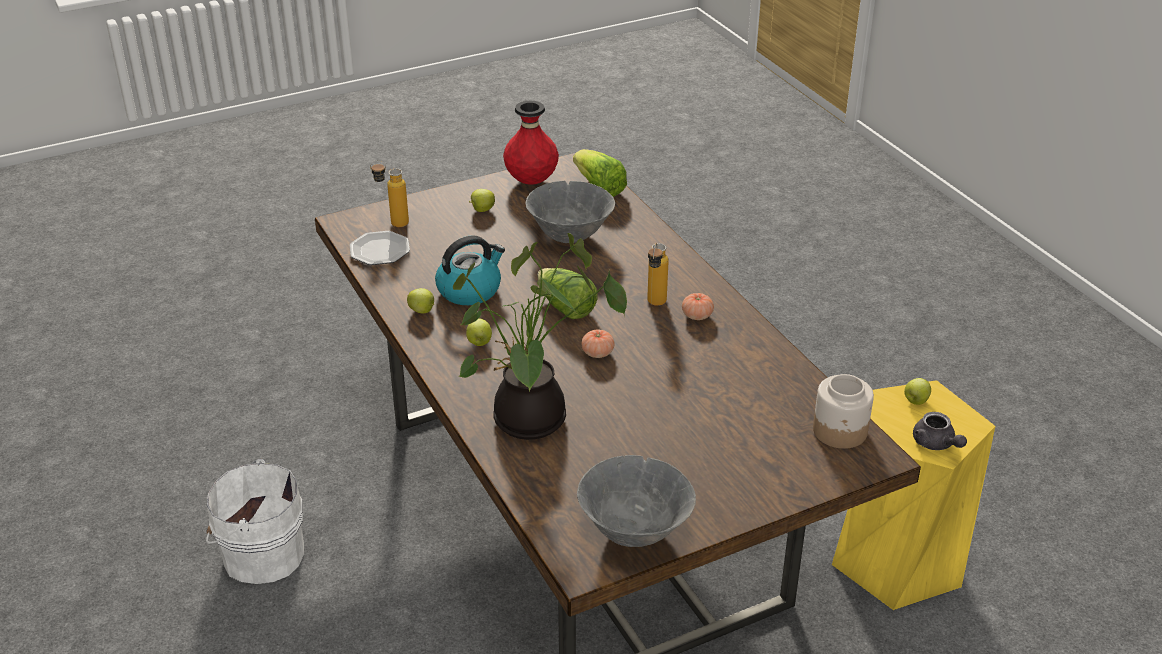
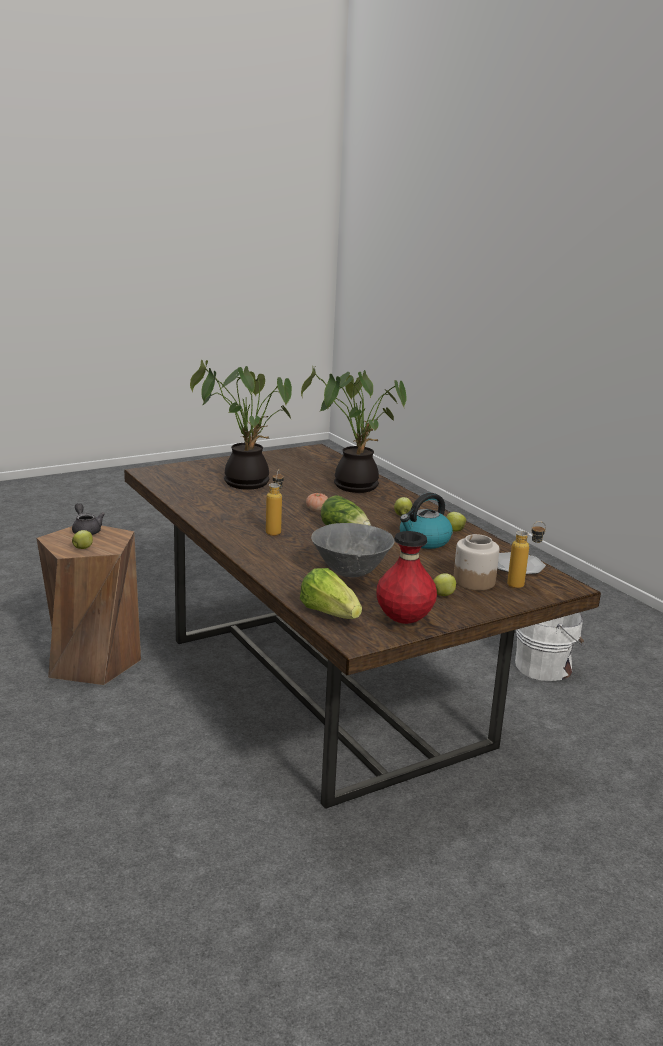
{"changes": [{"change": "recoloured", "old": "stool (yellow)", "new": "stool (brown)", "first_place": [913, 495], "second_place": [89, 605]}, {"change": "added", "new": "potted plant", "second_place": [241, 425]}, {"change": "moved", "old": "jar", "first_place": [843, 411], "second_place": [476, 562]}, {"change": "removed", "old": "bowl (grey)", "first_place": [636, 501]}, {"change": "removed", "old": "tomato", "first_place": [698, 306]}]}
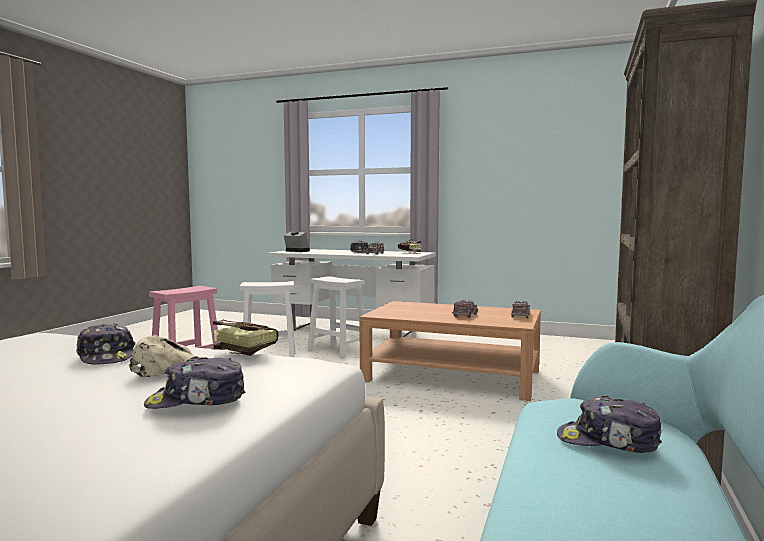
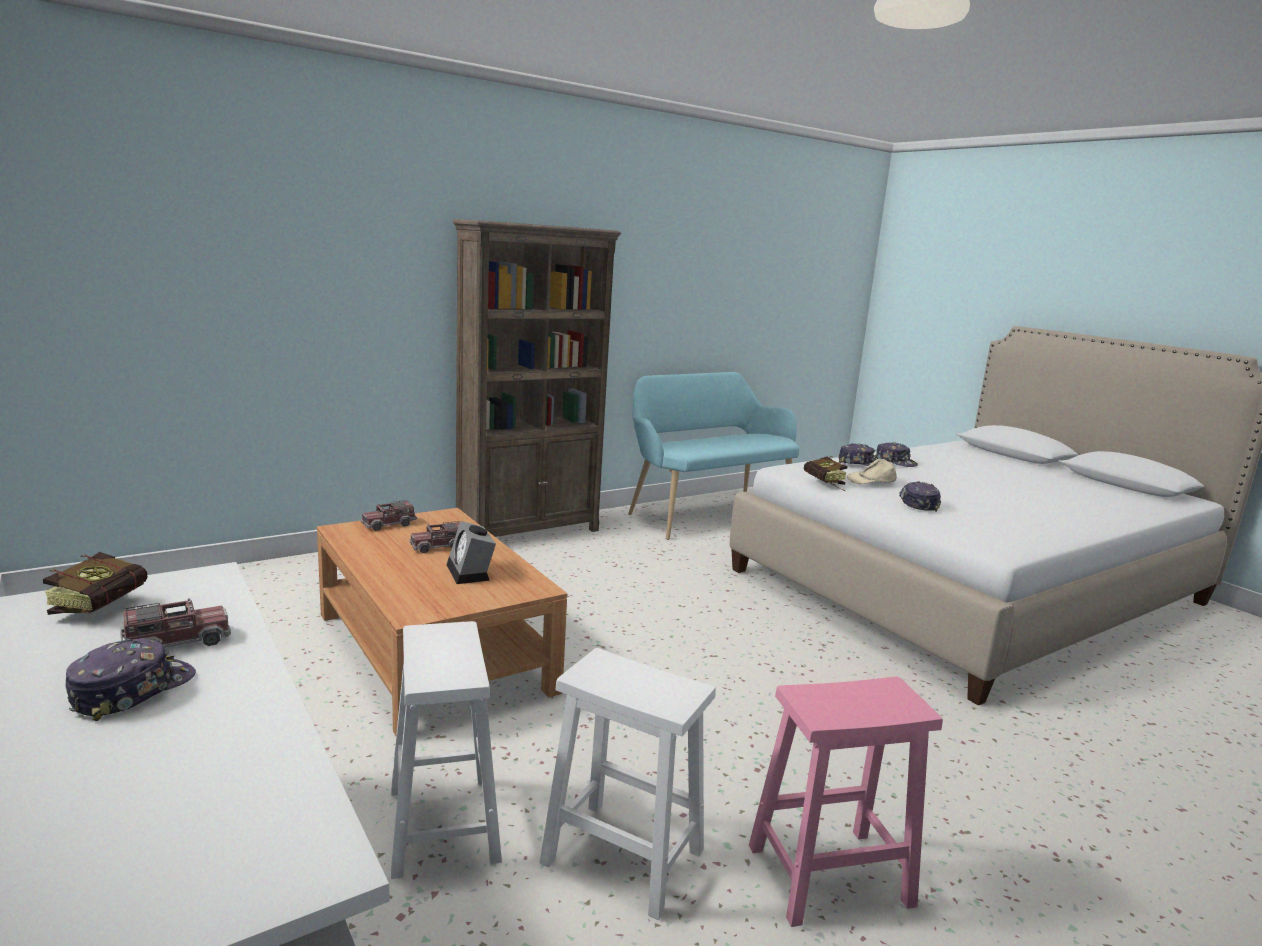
{"changes": [{"change": "moved", "old": "alarm clock", "first_place": [297, 241], "second_place": [471, 552]}, {"change": "moved", "old": "cap", "first_place": [609, 424], "second_place": [896, 454]}]}
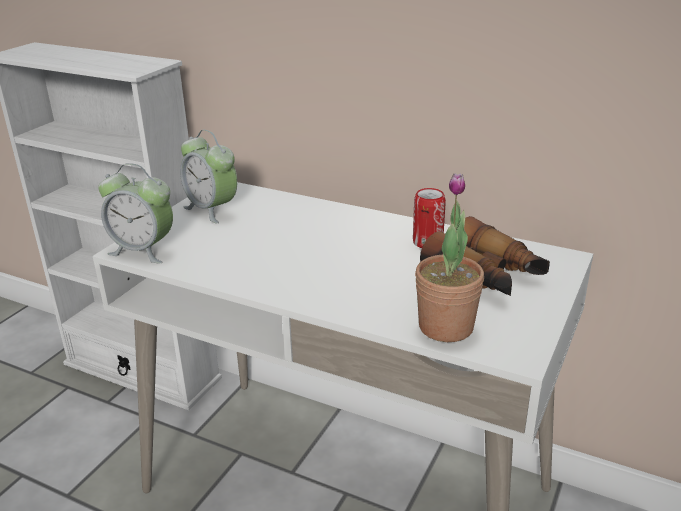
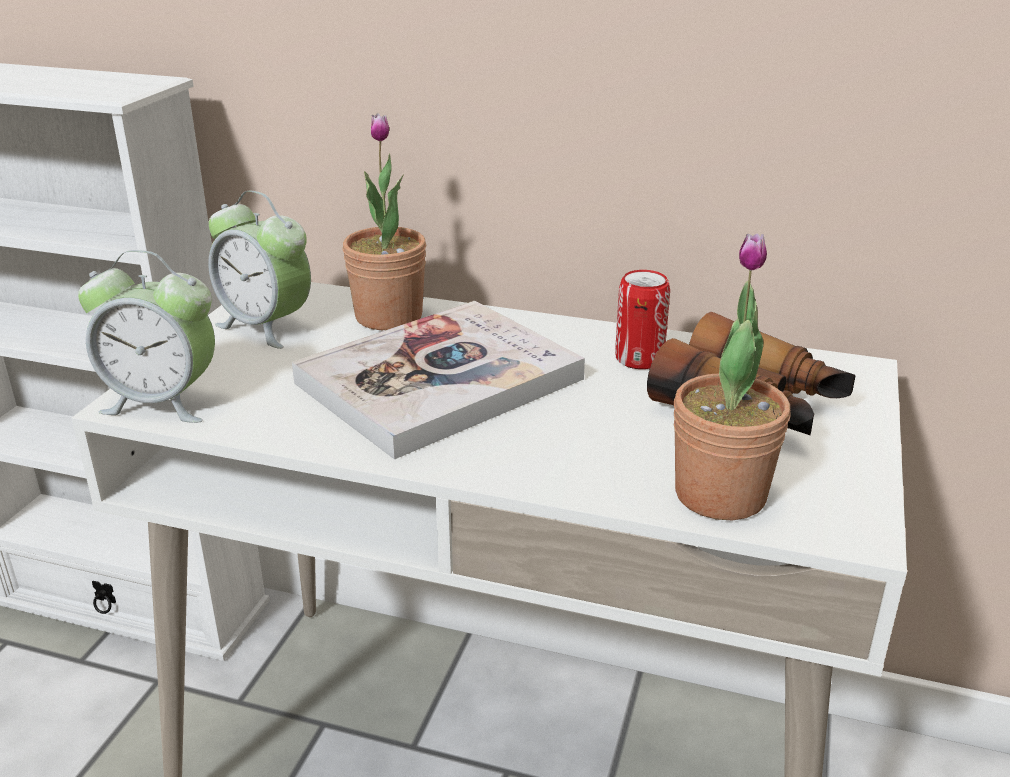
{"changes": [{"change": "added", "new": "book", "second_place": [438, 380]}, {"change": "added", "new": "potted plant", "second_place": [384, 221]}]}
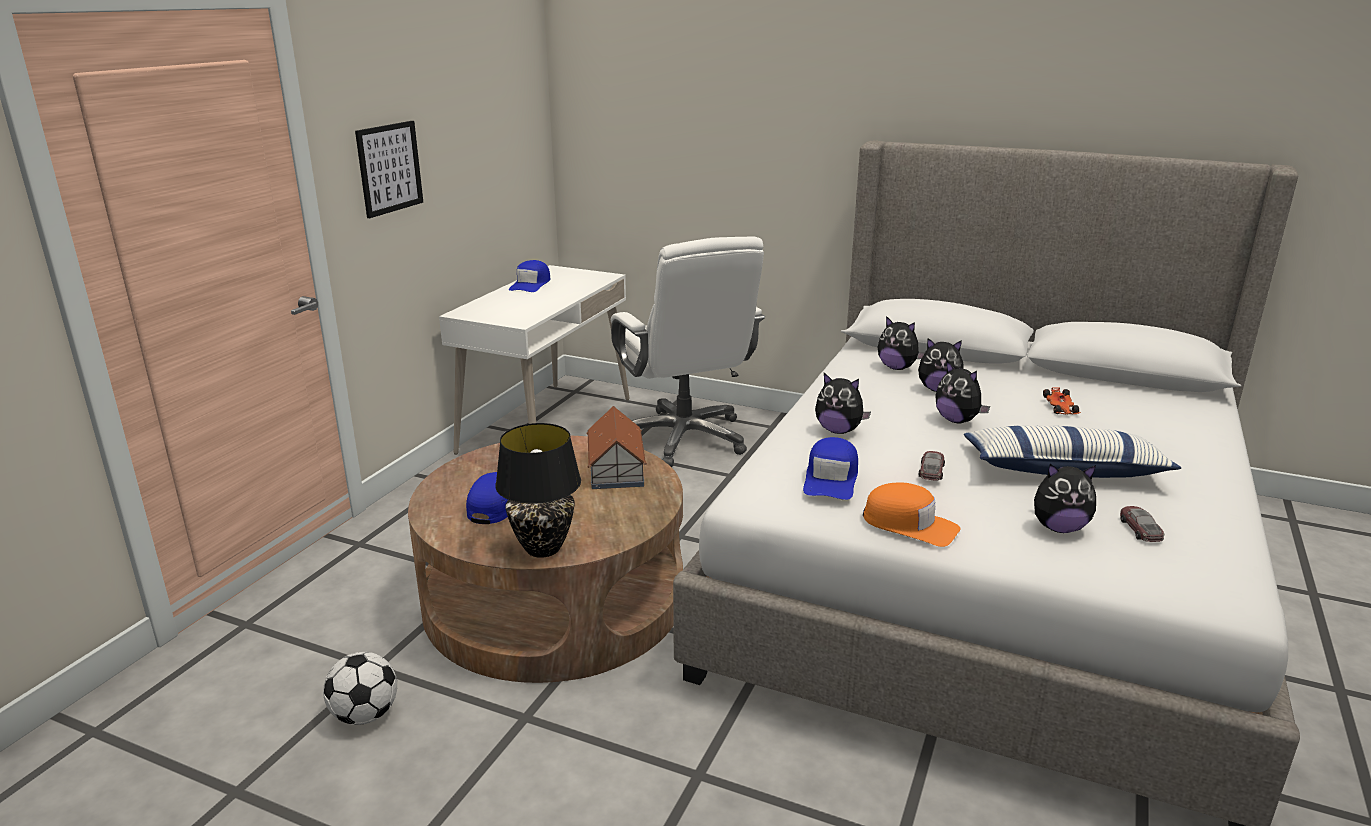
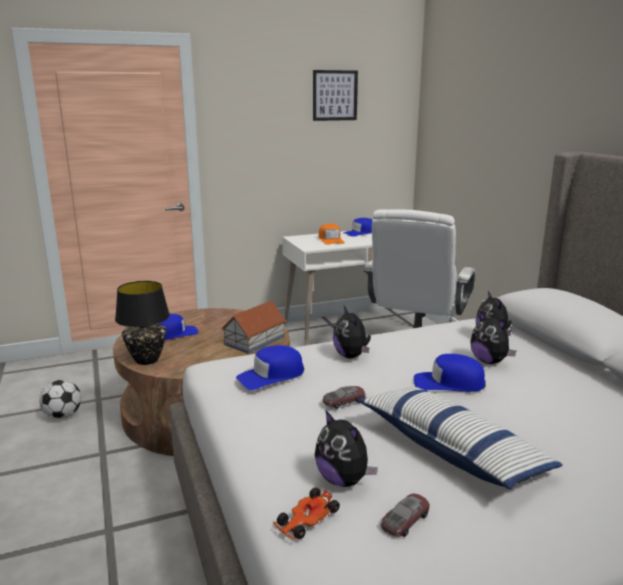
{"changes": [{"change": "moved", "old": "toy car", "first_place": [1062, 400], "second_place": [306, 514]}, {"change": "moved", "old": "picture", "first_place": [389, 169], "second_place": [335, 95]}, {"change": "moved", "old": "cap (orange)", "first_place": [911, 514], "second_place": [331, 234]}, {"change": "replaced", "old": "plush toy", "new": "cap (blue)", "first_place": [963, 392], "second_place": [450, 373]}]}
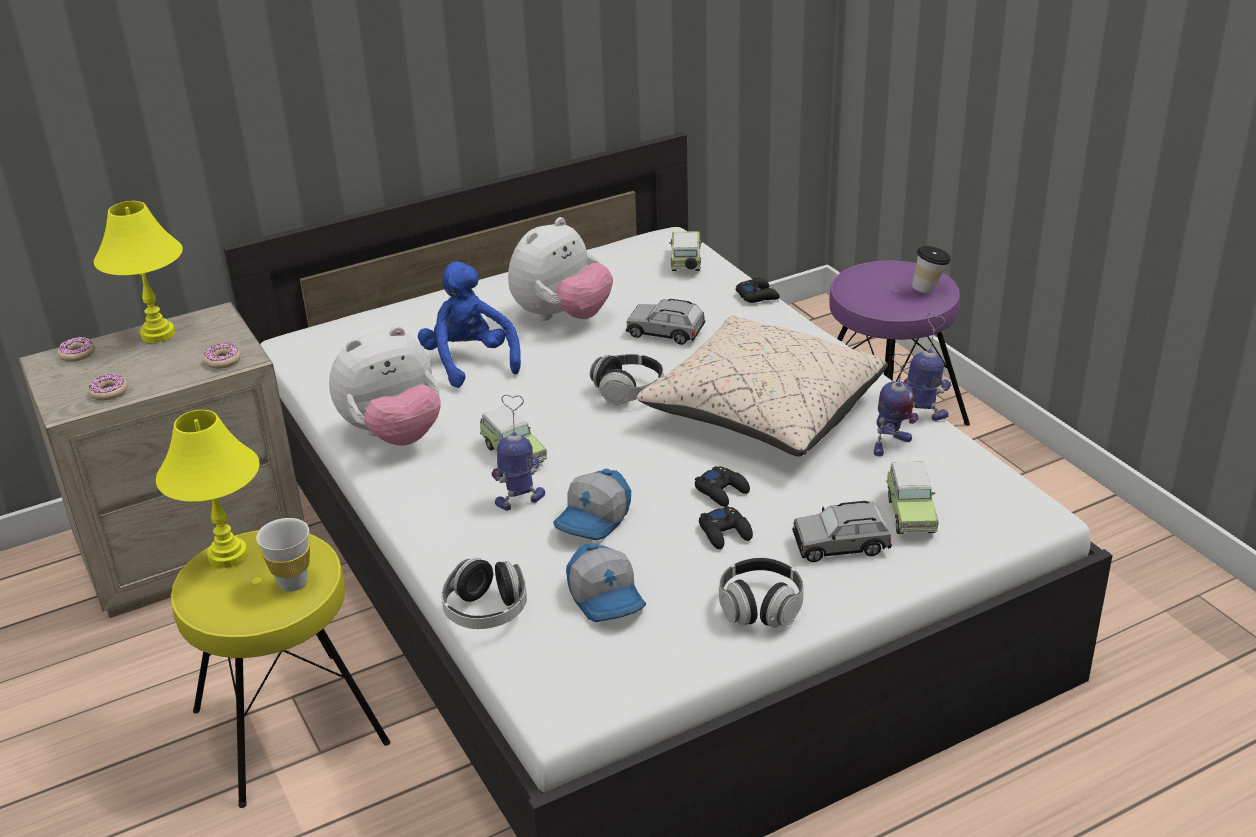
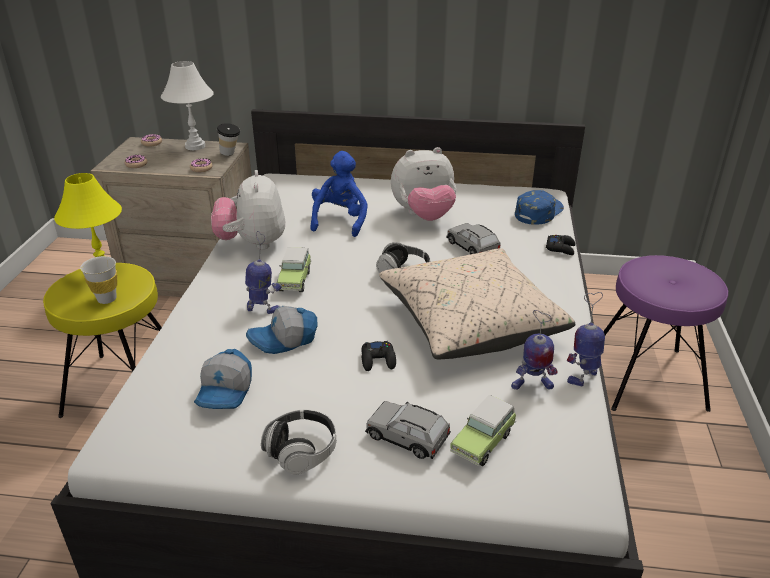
{"changes": [{"change": "recoloured", "old": "table lamp (yellow)", "new": "table lamp (white)", "first_place": [138, 272], "second_place": [187, 105]}, {"change": "turned", "old": "plush toy", "first_place": [385, 386], "second_place": [248, 210], "degrees": 75}, {"change": "moved", "old": "cup", "first_place": [931, 269], "second_place": [228, 139]}, {"change": "replaced", "old": "toy car", "new": "cap (blue)", "first_place": [685, 251], "second_place": [539, 207]}, {"change": "turned", "old": "toy robot", "first_place": [927, 367], "second_place": [585, 339], "degrees": -90}, {"change": "removed", "old": "headphones", "first_place": [484, 593]}, {"change": "removed", "old": "game controller (black)", "first_place": [726, 527]}]}
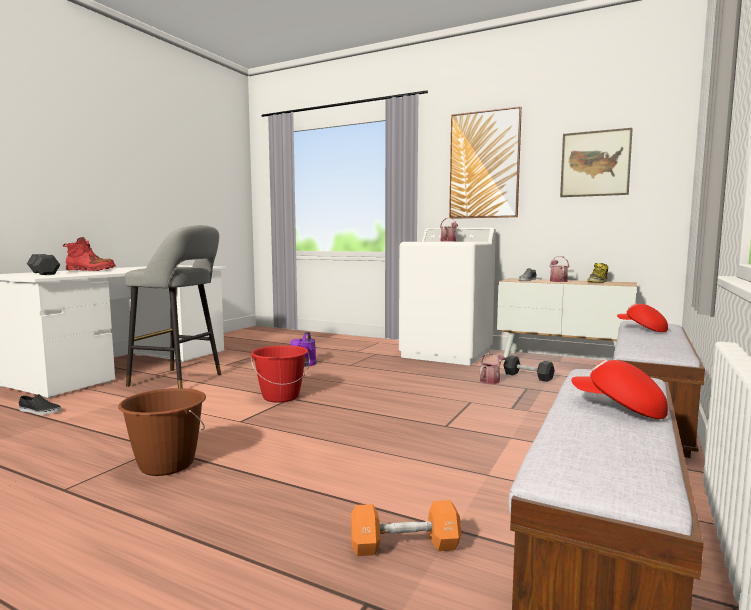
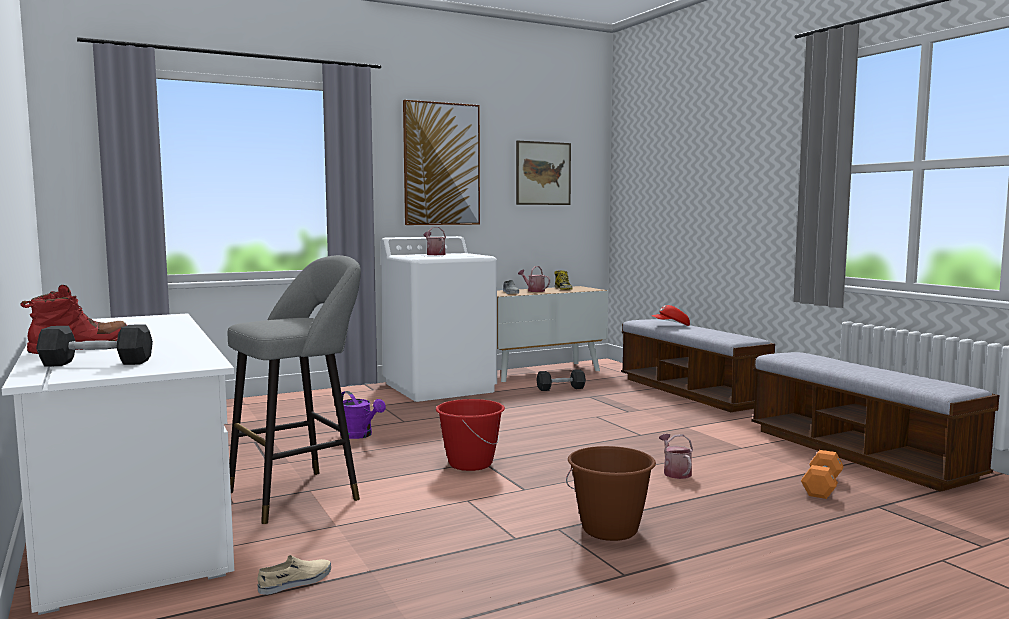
{"changes": [{"change": "recoloured", "old": "shoe (black)", "new": "shoe (beige)", "first_place": [40, 404], "second_place": [294, 575]}, {"change": "moved", "old": "watering can", "first_place": [493, 368], "second_place": [676, 456]}, {"change": "removed", "old": "cap (red)", "first_place": [619, 389]}]}
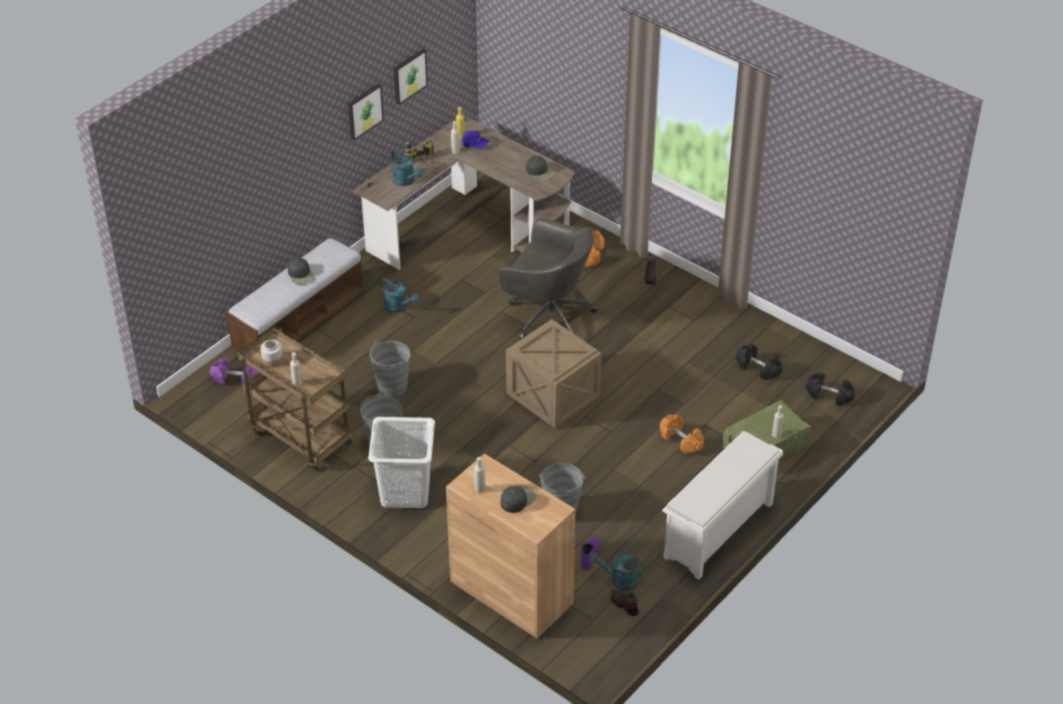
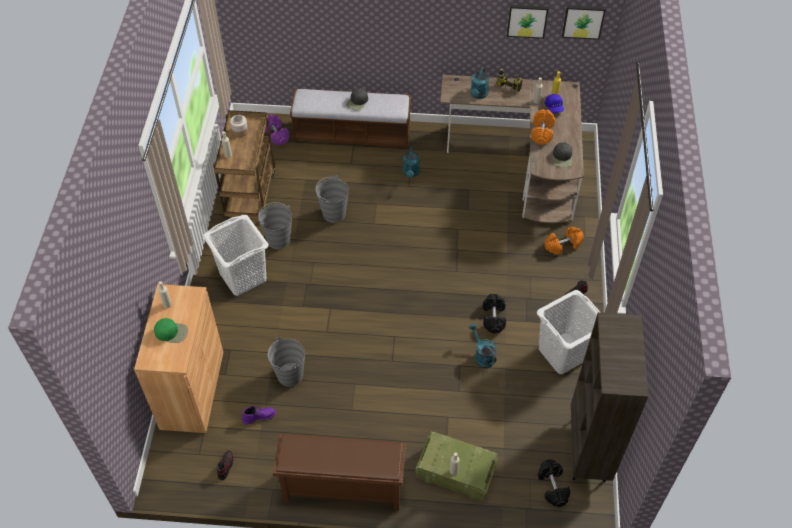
{"changes": [{"change": "recoloured", "old": "cap (black)", "new": "cap (green)", "first_place": [518, 499], "second_place": [171, 330]}, {"change": "recoloured", "old": "shoe rack (white)", "new": "shoe rack (brown)", "first_place": [722, 505], "second_place": [339, 472]}, {"change": "moved", "old": "watering can (turquoise)", "first_place": [617, 571], "second_place": [482, 346]}, {"change": "moved", "old": "dumbbell (black)", "first_place": [759, 362], "second_place": [494, 314]}, {"change": "moved", "old": "dumbbell (orange)", "first_place": [682, 434], "second_place": [543, 127]}, {"change": "added", "new": "laundry basket (white)", "second_place": [568, 332]}, {"change": "moved", "old": "picture", "first_place": [366, 112], "second_place": [584, 22]}, {"change": "added", "new": "bookcase (brown)", "second_place": [609, 397]}, {"change": "removed", "old": "office chair (grey)", "first_place": [548, 278]}, {"change": "removed", "old": "crate", "first_place": [554, 373]}]}
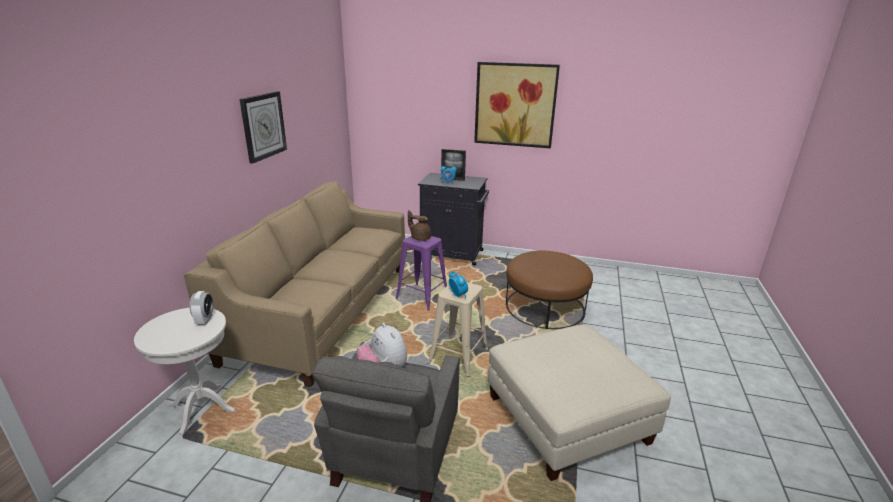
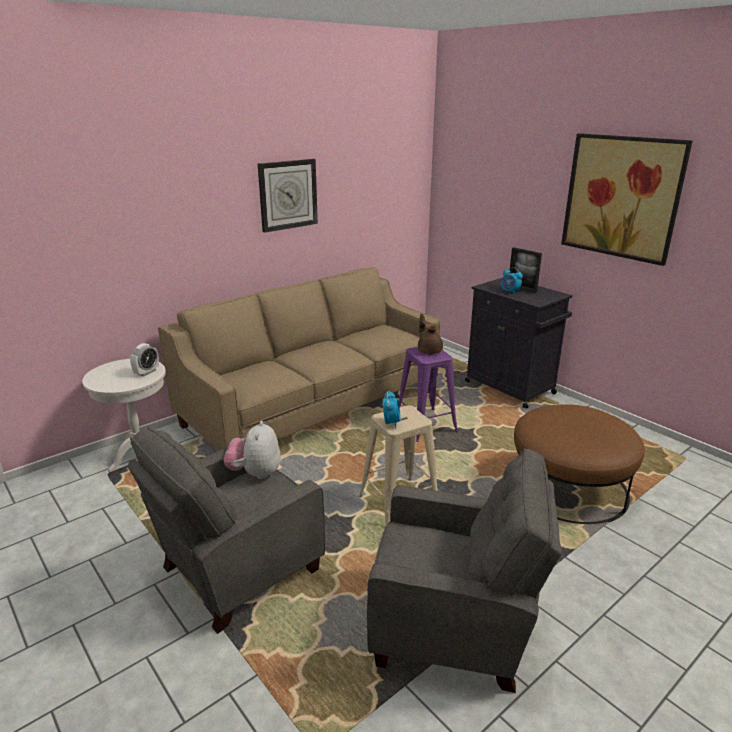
{"changes": [{"change": "replaced", "old": "ottoman (beige)", "new": "armchair (grey)", "first_place": [579, 403], "second_place": [464, 570]}]}
